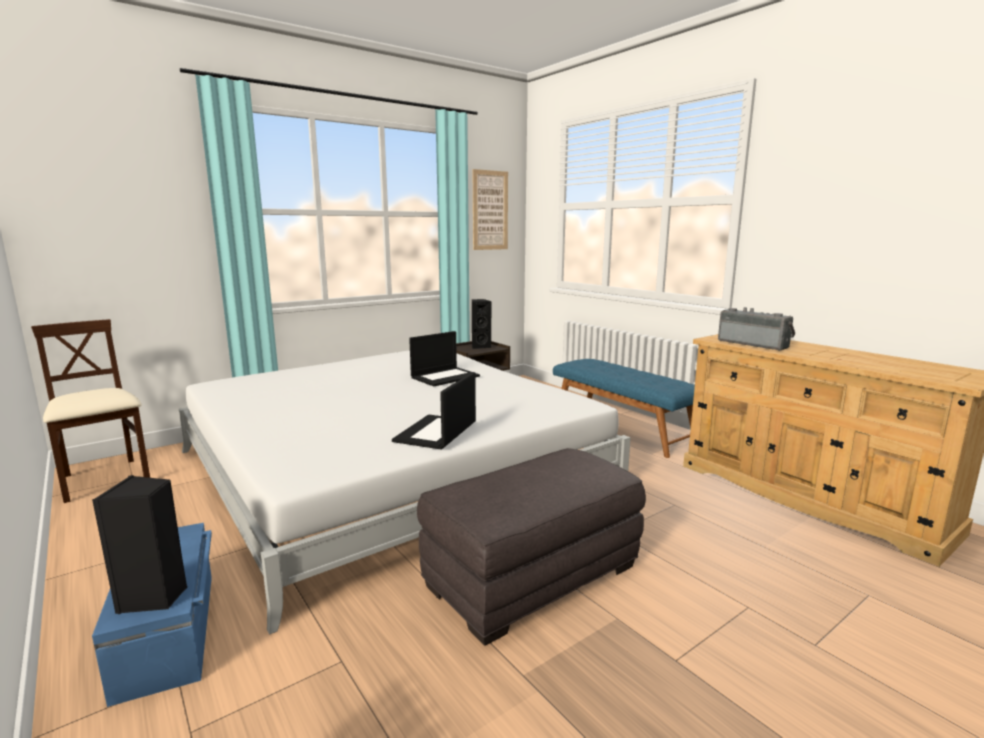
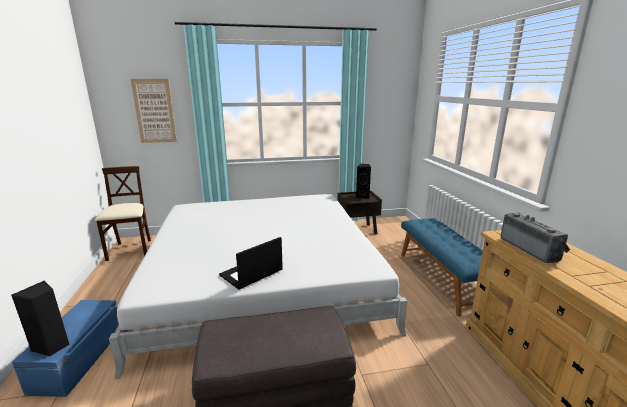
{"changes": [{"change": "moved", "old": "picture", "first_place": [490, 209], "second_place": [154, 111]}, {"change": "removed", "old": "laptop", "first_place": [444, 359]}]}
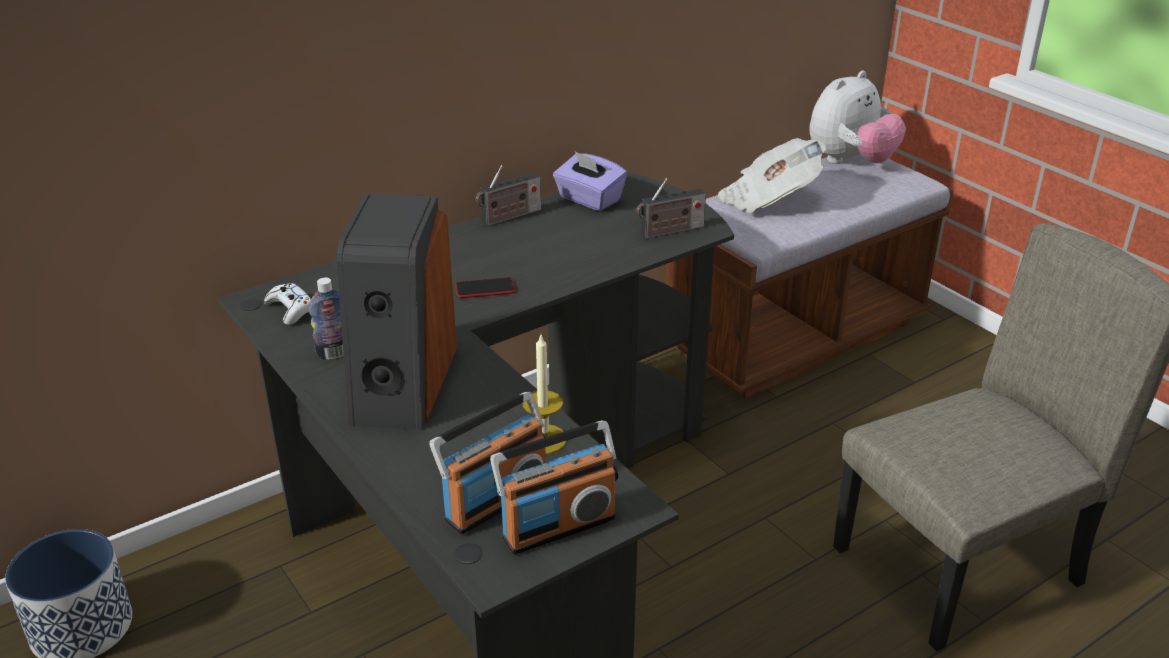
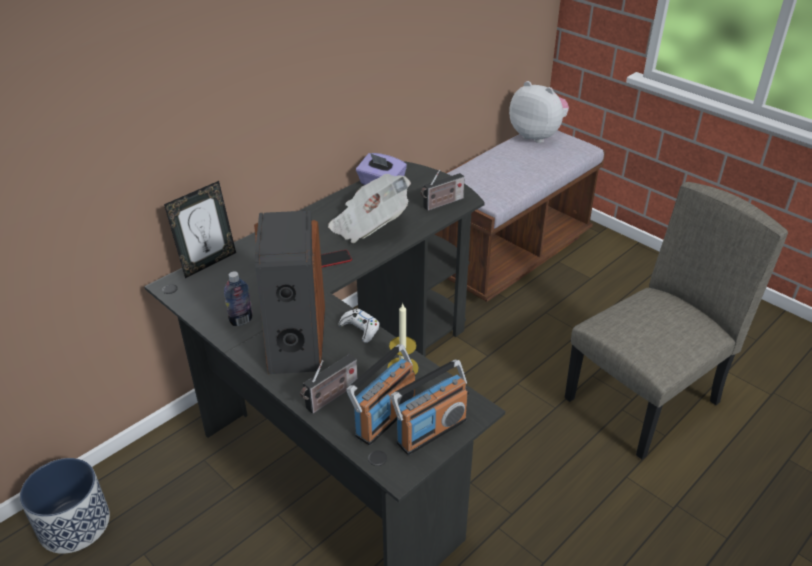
{"changes": [{"change": "added", "new": "picture frame", "second_place": [200, 229]}, {"change": "moved", "old": "radio", "first_place": [508, 195], "second_place": [329, 384]}, {"change": "moved", "old": "newspaper", "first_place": [772, 175], "second_place": [369, 208]}, {"change": "moved", "old": "game controller (white)", "first_place": [287, 304], "second_place": [359, 326]}, {"change": "turned", "old": "plush toy", "first_place": [857, 117], "second_place": [539, 112], "degrees": -90}]}
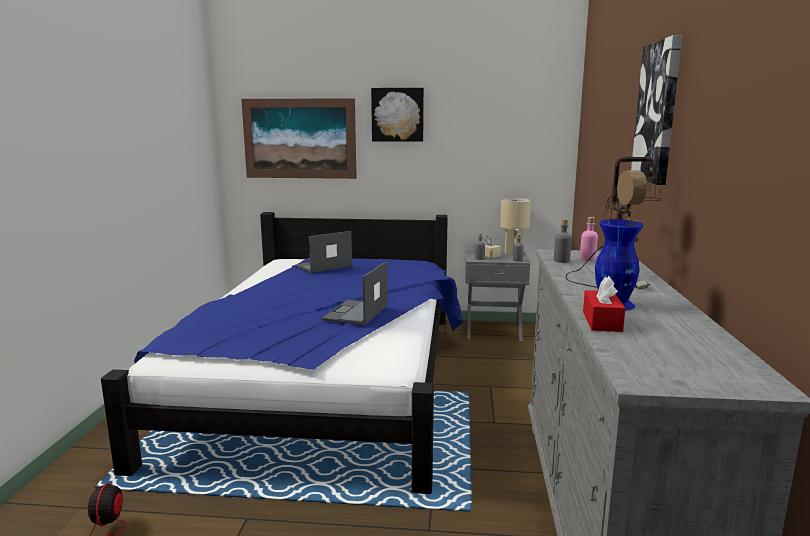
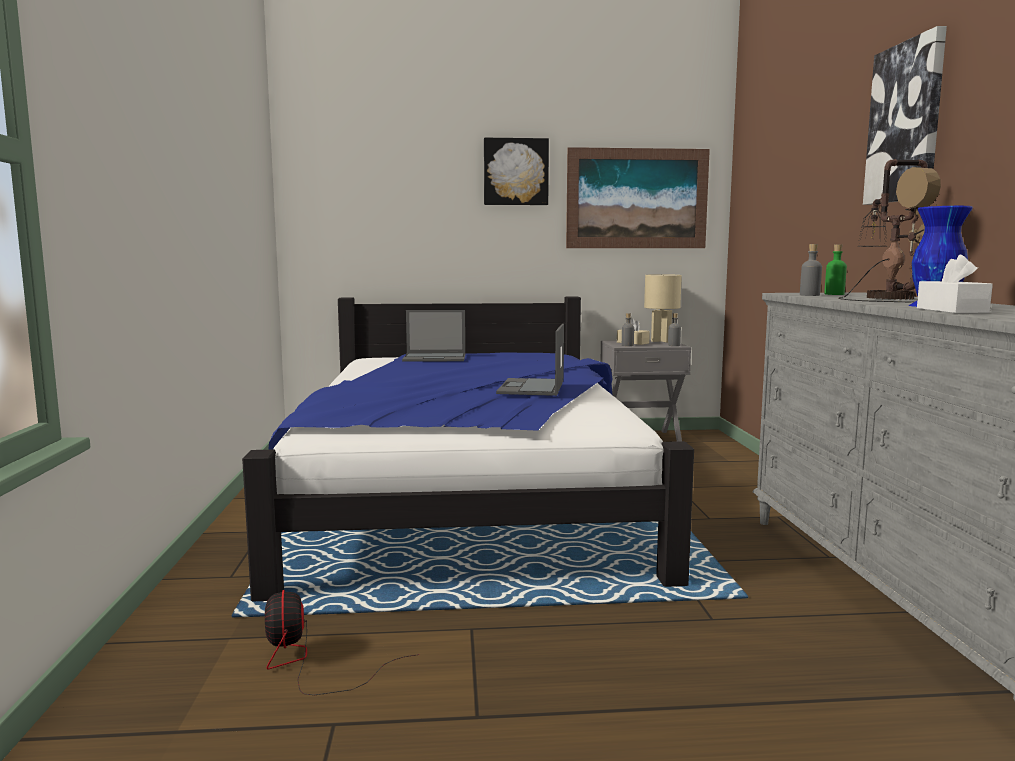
{"changes": [{"change": "turned", "old": "laptop", "first_place": [323, 252], "second_place": [433, 336], "degrees": -135}, {"change": "moved", "old": "picture", "first_place": [299, 138], "second_place": [638, 197]}, {"change": "recoloured", "old": "bottle (pink)", "new": "bottle (green)", "first_place": [589, 238], "second_place": [835, 269]}, {"change": "recoloured", "old": "tissue box (red)", "new": "tissue box (white)", "first_place": [604, 304], "second_place": [955, 283]}]}
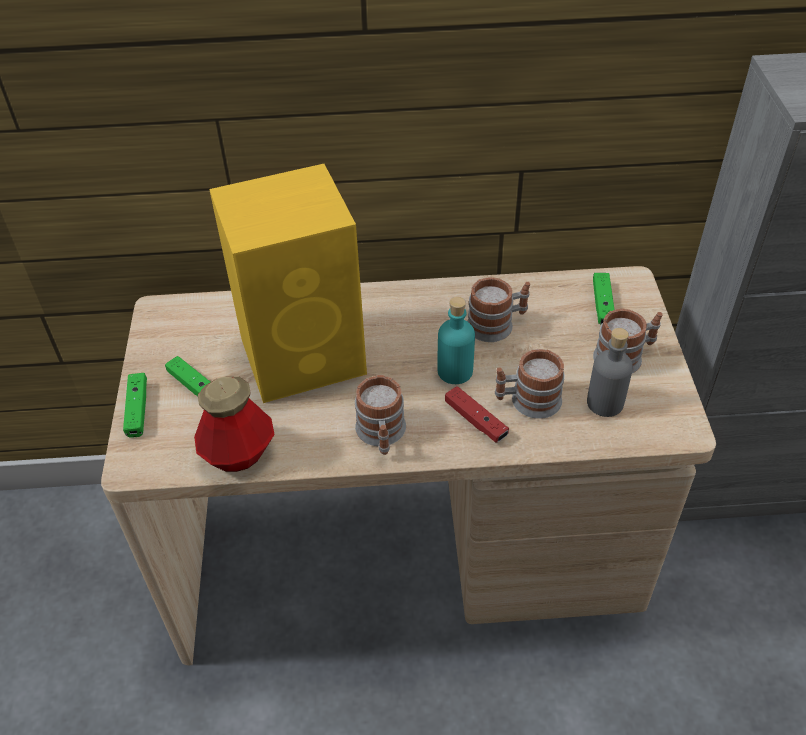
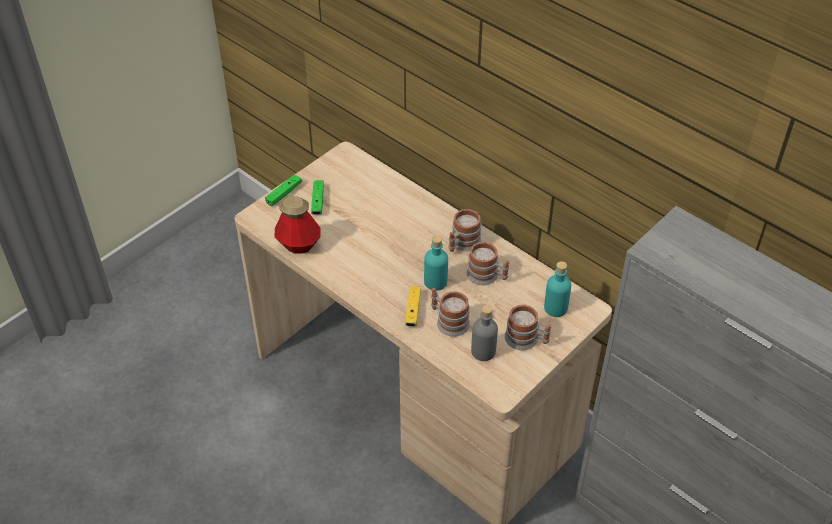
{"changes": [{"change": "recoloured", "old": "game controller (red)", "new": "game controller (yellow)", "first_place": [477, 414], "second_place": [413, 306]}, {"change": "moved", "old": "mug", "first_place": [380, 415], "second_place": [465, 230]}, {"change": "replaced", "old": "game controller (green)", "new": "bottle (turquoise)", "first_place": [604, 299], "second_place": [557, 289]}, {"change": "removed", "old": "speaker (yellow)", "first_place": [288, 283]}]}
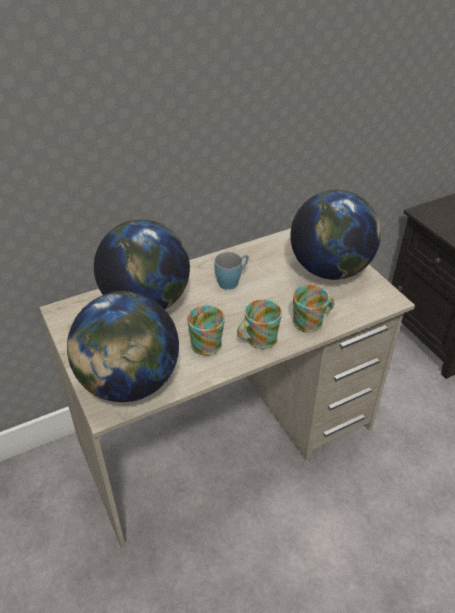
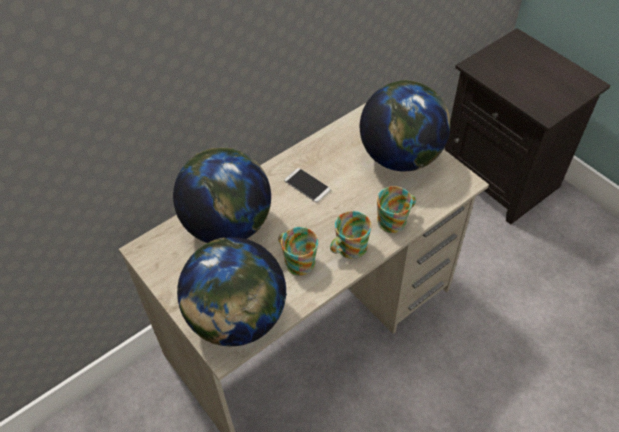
{"changes": [{"change": "replaced", "old": "mug (blue)", "new": "phone", "first_place": [231, 271], "second_place": [307, 185]}]}
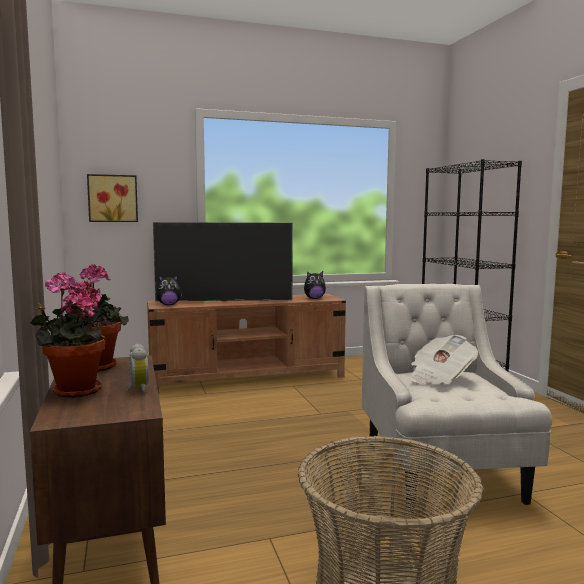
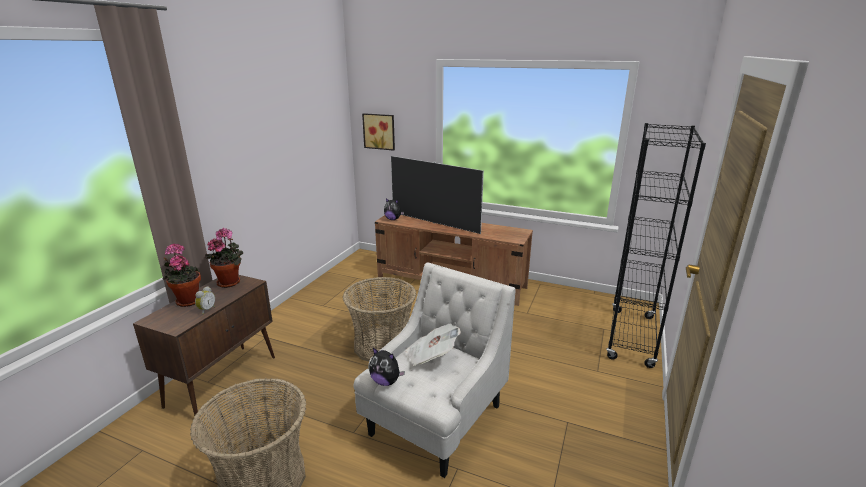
{"changes": [{"change": "added", "new": "basket", "second_place": [380, 319]}, {"change": "moved", "old": "plush toy", "first_place": [315, 285], "second_place": [387, 367]}]}
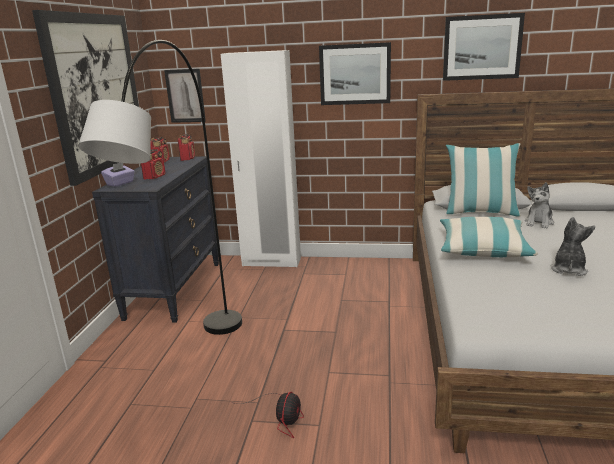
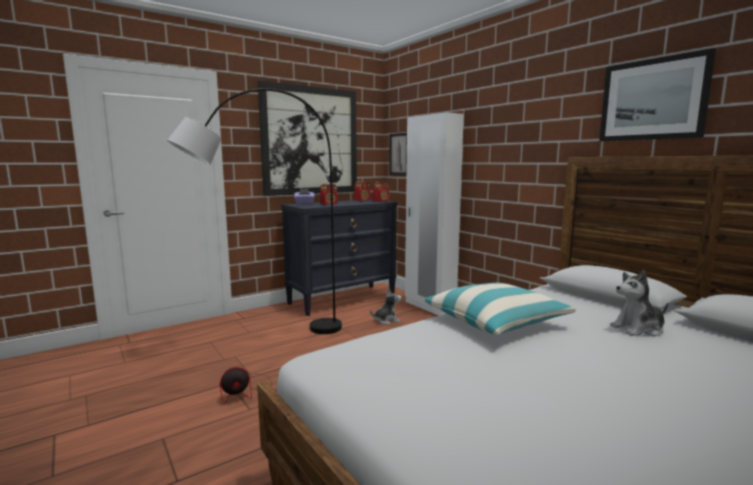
{"changes": [{"change": "moved", "old": "plush toy", "first_place": [572, 246], "second_place": [386, 306]}, {"change": "removed", "old": "picture", "first_place": [355, 73]}, {"change": "removed", "old": "pillow", "first_place": [483, 180]}]}
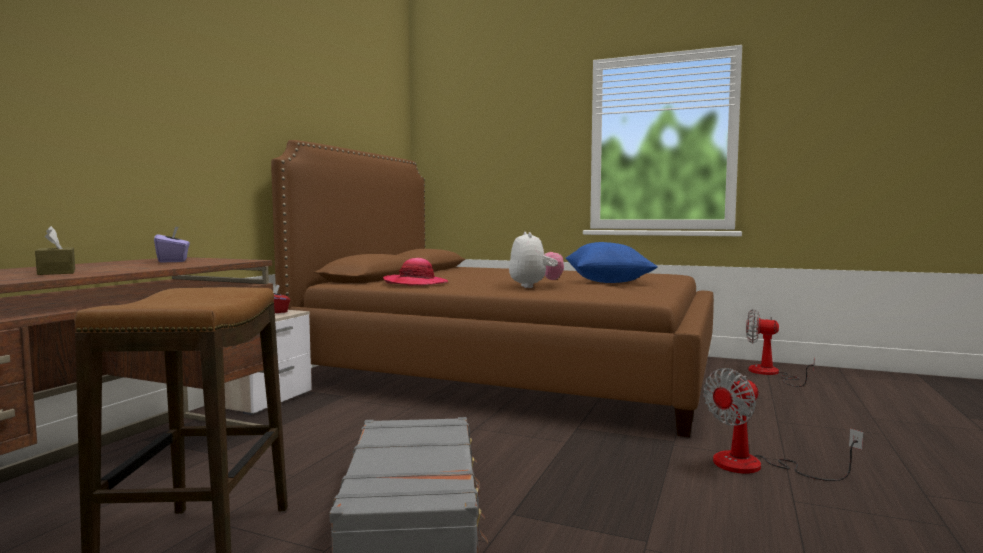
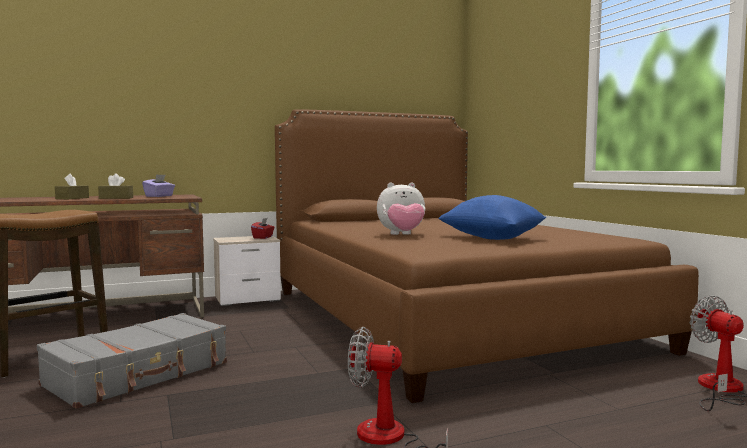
{"changes": [{"change": "added", "new": "tissue box (brown)", "second_place": [115, 186]}, {"change": "turned", "old": "plush toy", "first_place": [536, 260], "second_place": [401, 208], "degrees": 45}, {"change": "removed", "old": "hat", "first_place": [415, 271]}]}
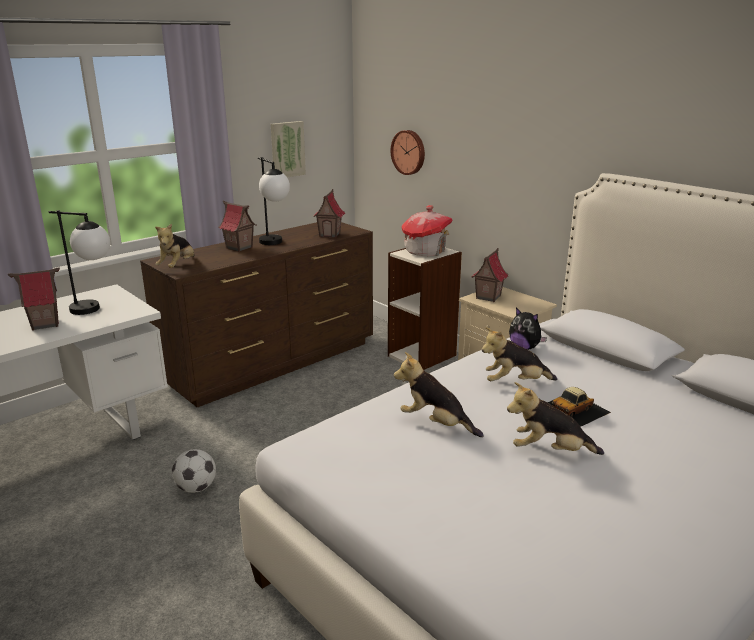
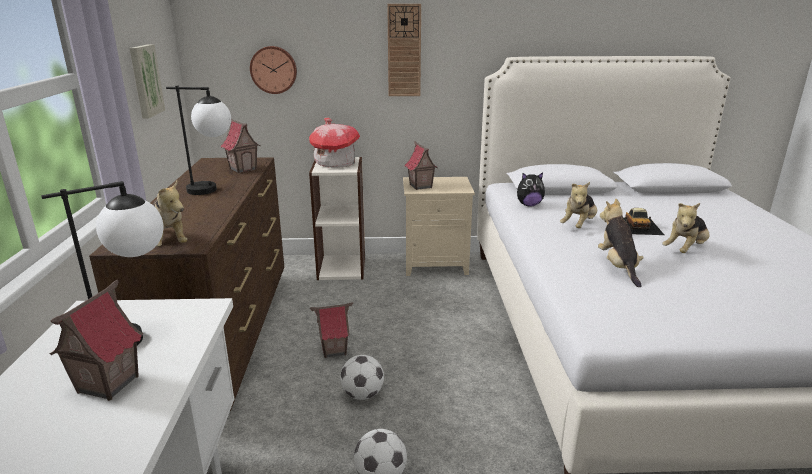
{"changes": [{"change": "moved", "old": "toy house", "first_place": [237, 226], "second_place": [331, 330]}, {"change": "added", "new": "football", "second_place": [362, 377]}, {"change": "added", "new": "wall clock", "second_place": [404, 50]}, {"change": "turned", "old": "plush toy", "first_place": [439, 394], "second_place": [621, 243], "degrees": 105}]}
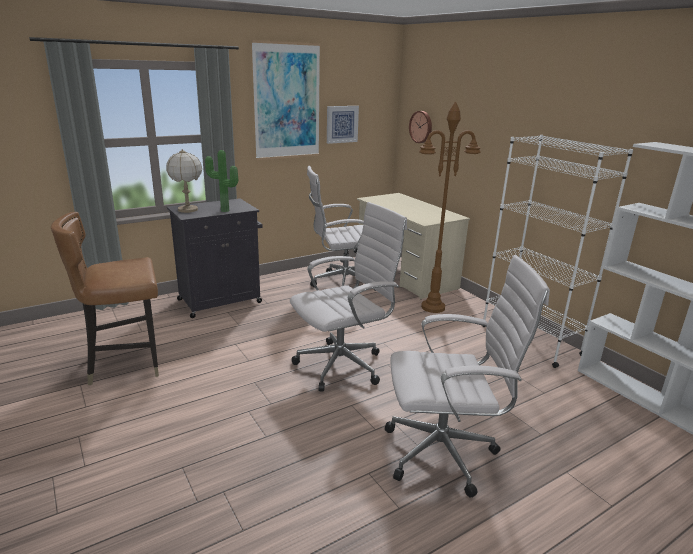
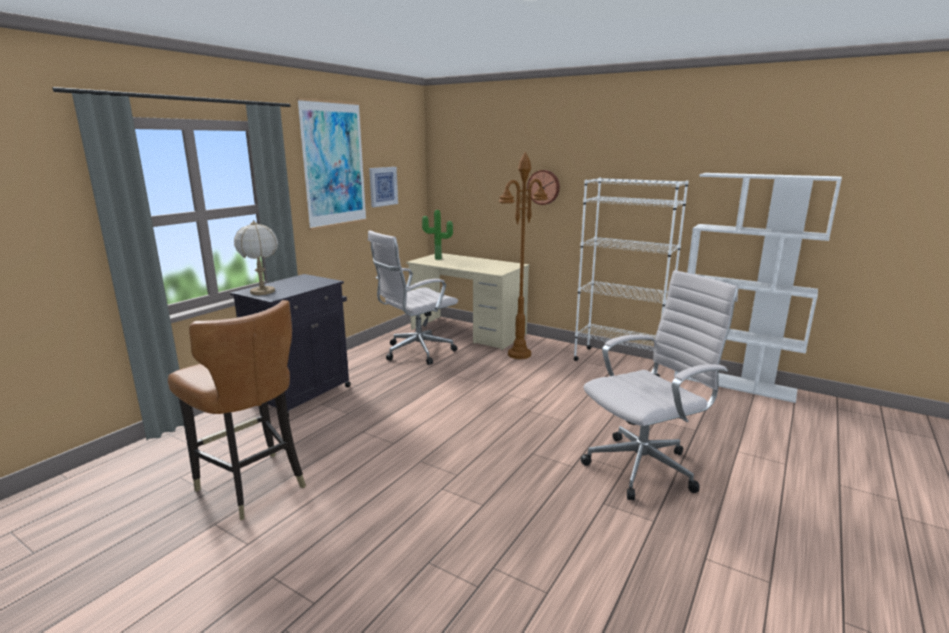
{"changes": [{"change": "turned", "old": "chair (brown)", "first_place": [105, 298], "second_place": [237, 410], "degrees": -90}, {"change": "moved", "old": "potted plant", "first_place": [221, 181], "second_place": [437, 235]}, {"change": "moved", "old": "wall clock", "first_place": [420, 127], "second_place": [543, 187]}, {"change": "removed", "old": "office chair (white)", "first_place": [348, 296]}]}
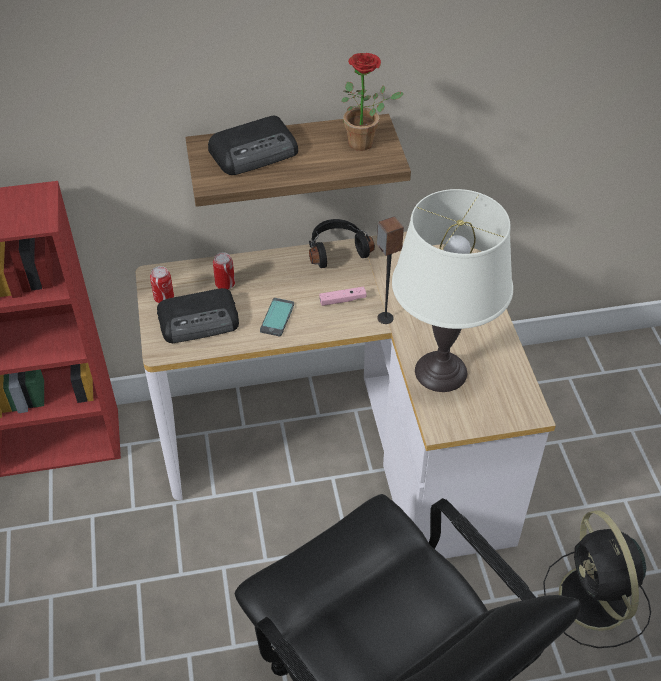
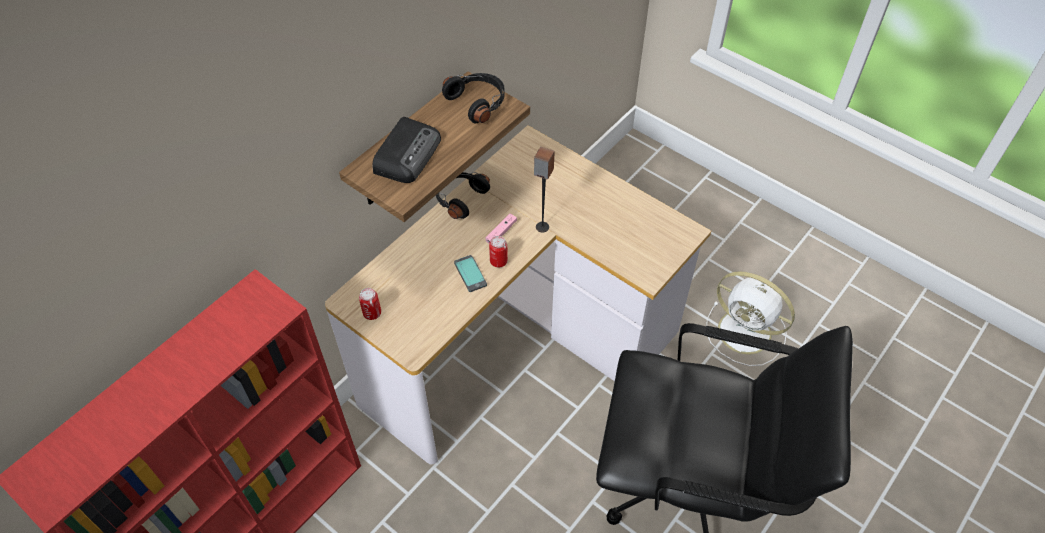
{"changes": [{"change": "replaced", "old": "potted plant", "new": "headphones (black)", "first_place": [372, 102], "second_place": [473, 98]}, {"change": "moved", "old": "can", "first_place": [224, 270], "second_place": [498, 252]}, {"change": "recoloured", "old": "fan (black)", "new": "fan (white)", "first_place": [597, 579], "second_place": [750, 318]}, {"change": "removed", "old": "radio", "first_place": [198, 315]}, {"change": "removed", "old": "table lamp (white)", "first_place": [452, 290]}]}
